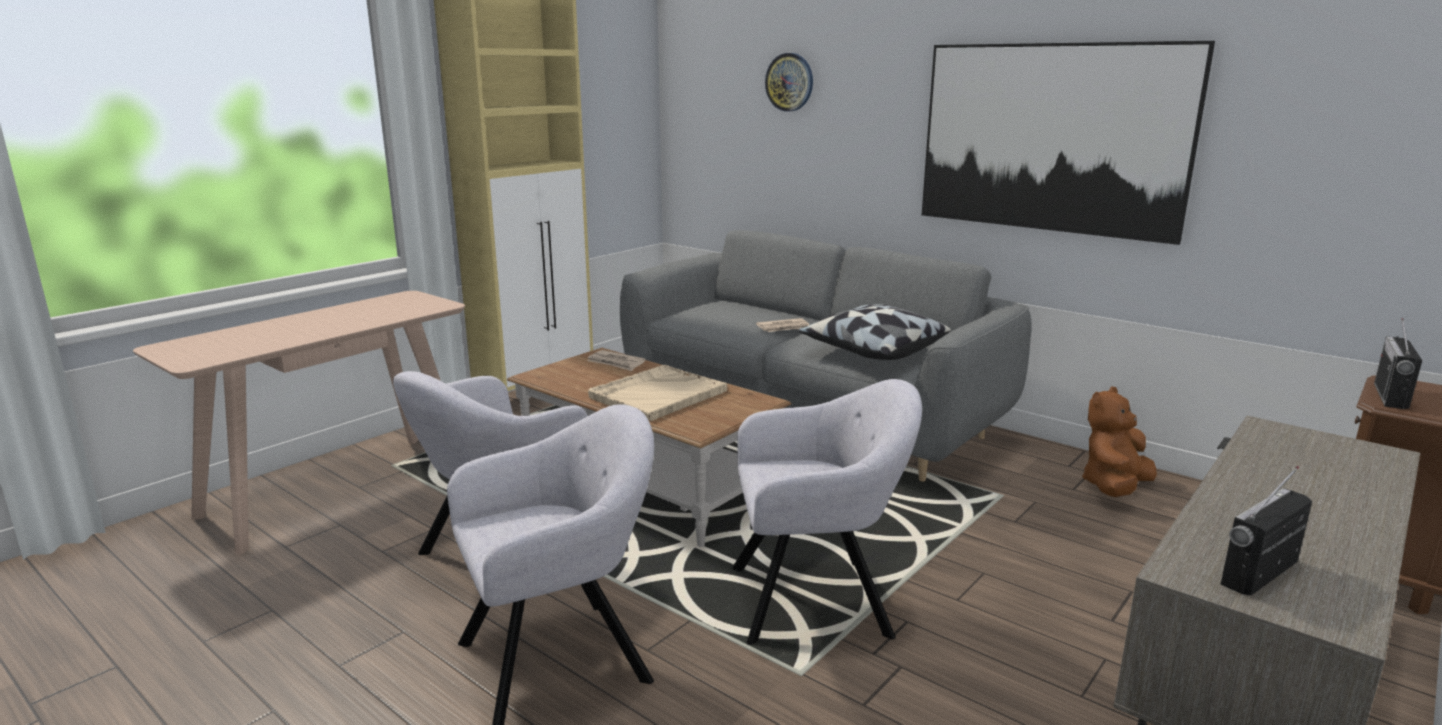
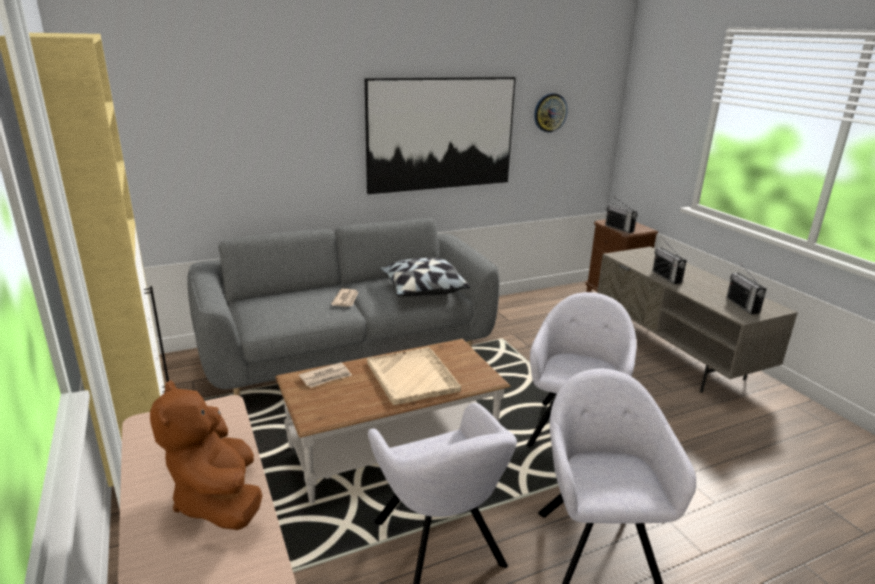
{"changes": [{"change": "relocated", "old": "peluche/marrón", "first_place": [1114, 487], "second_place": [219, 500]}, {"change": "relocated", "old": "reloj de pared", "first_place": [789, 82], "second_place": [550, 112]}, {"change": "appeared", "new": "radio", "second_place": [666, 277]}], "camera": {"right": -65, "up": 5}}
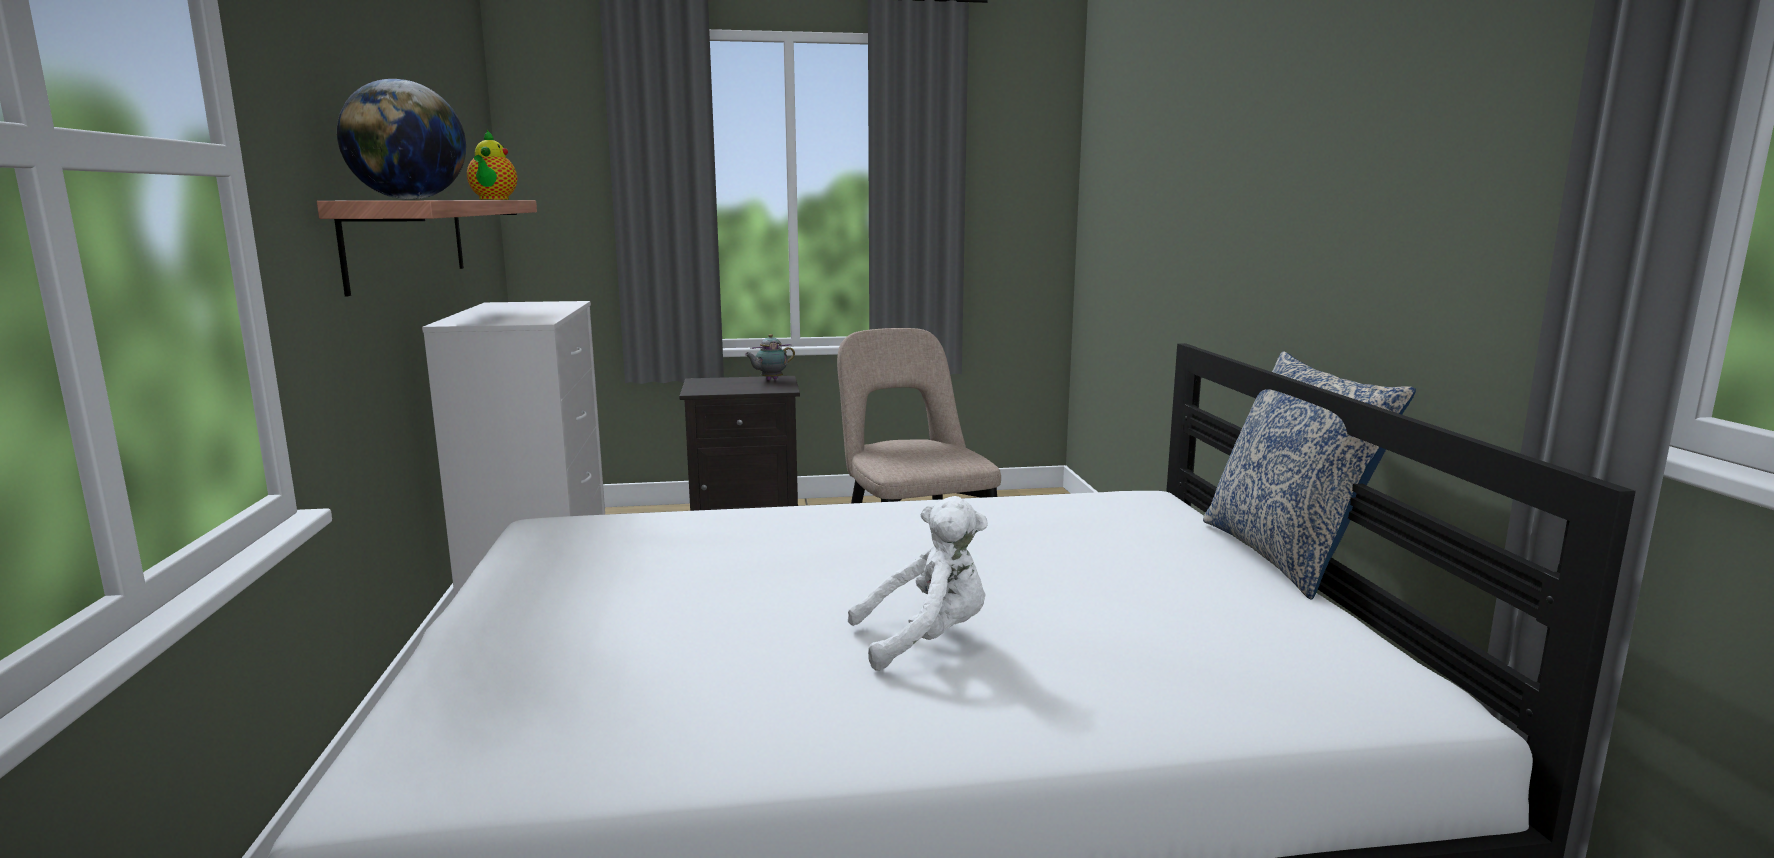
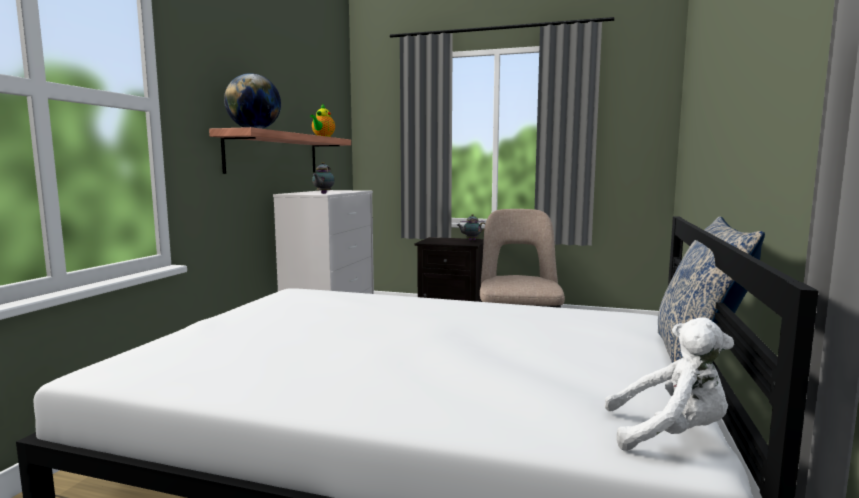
{"changes": [{"change": "appeared", "new": "tetera", "second_place": [323, 193]}, {"change": "relocated", "old": "peluche/blanco", "first_place": [926, 640], "second_place": [670, 434]}], "camera": {"right": 25, "up": -5}}
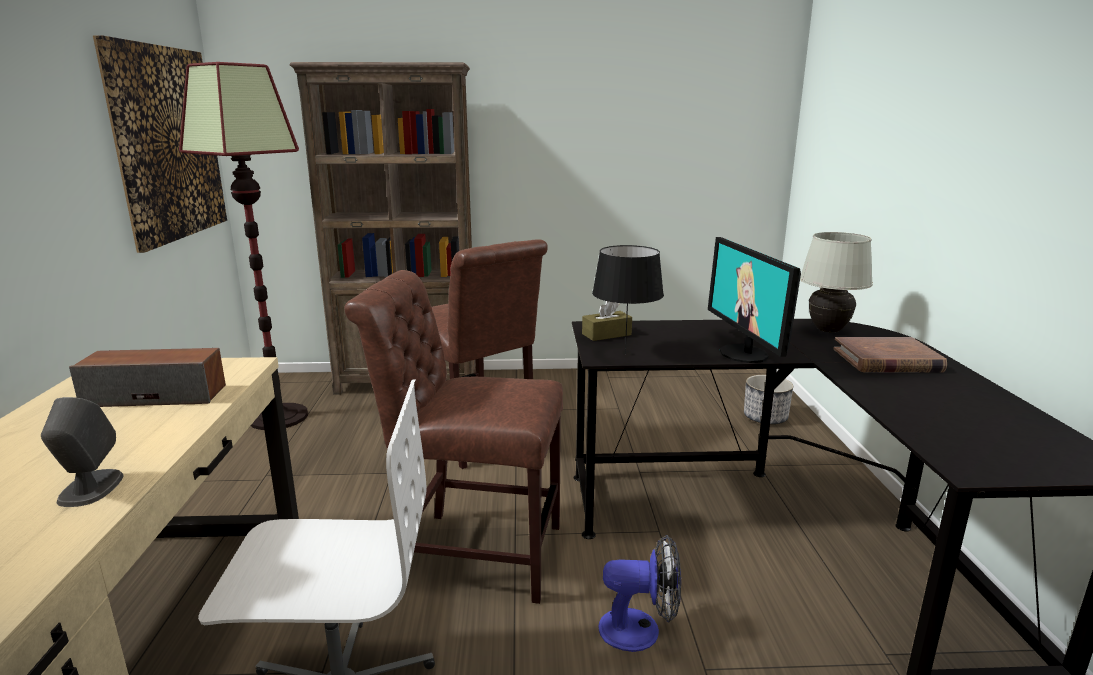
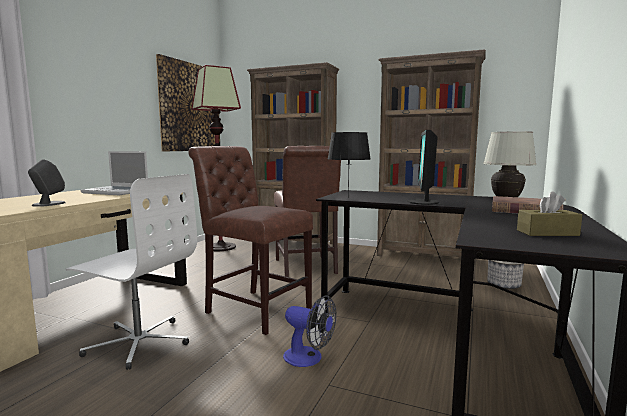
{"changes": [{"change": "exchanged", "old": "altavoz", "new": "portátil", "first_place": [156, 395], "second_place": [117, 192]}, {"change": "appeared", "new": "estantería/marrón", "second_place": [423, 256]}, {"change": "relocated", "old": "caja de pañuelos/marrón", "first_place": [606, 334], "second_place": [547, 233]}], "camera": {"right": 25, "up": -10}}
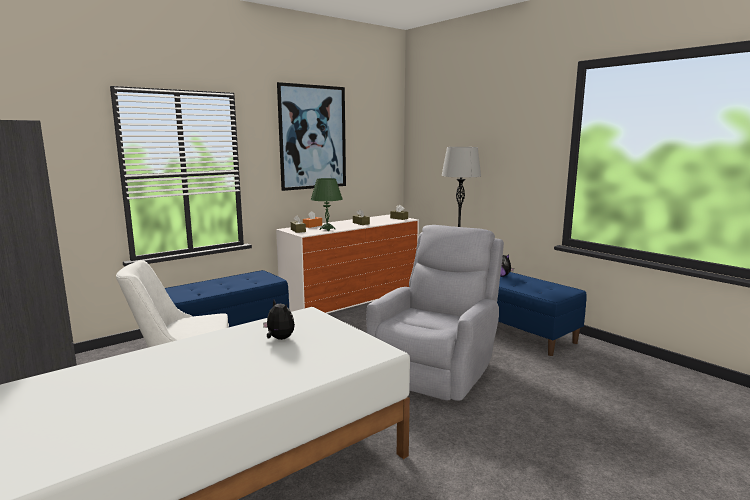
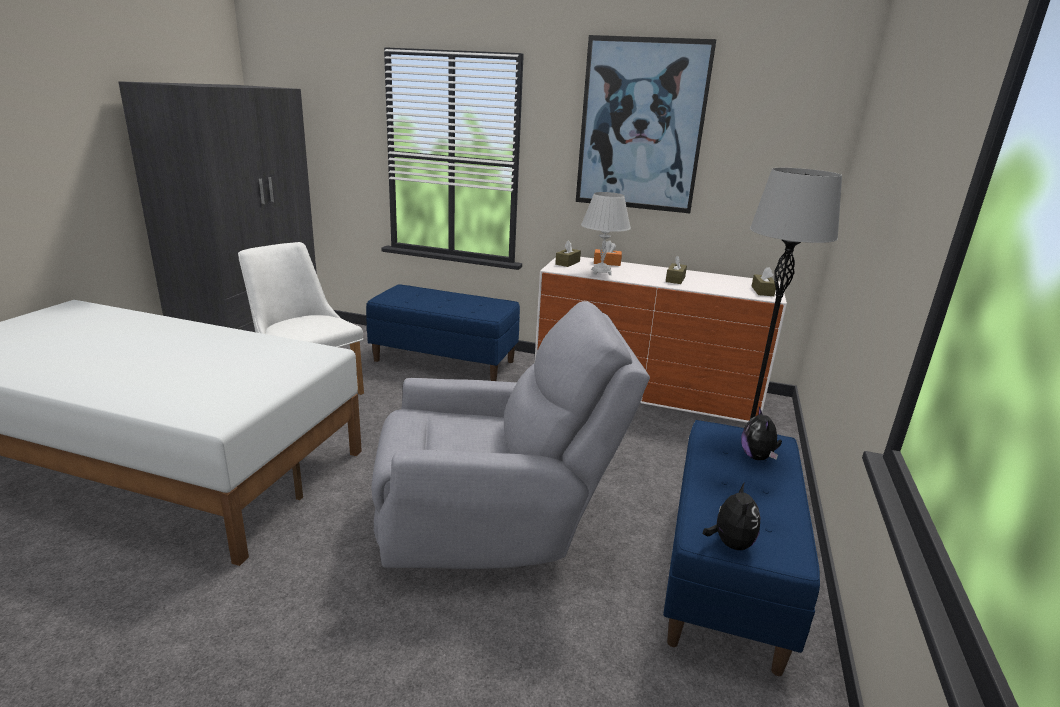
{"changes": [{"change": "colour", "old": "lámpara de mesa/verde", "new": "lámpara de mesa/blanco", "first_place": [327, 229], "second_place": [601, 272]}, {"change": "relocated", "old": "peluche", "first_place": [279, 339], "second_place": [730, 543]}], "camera": {"right": 55, "up": 10}}
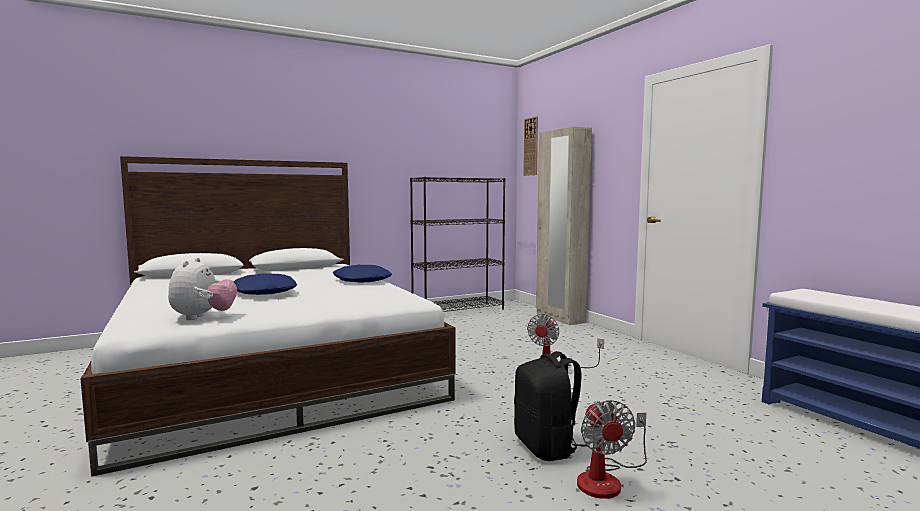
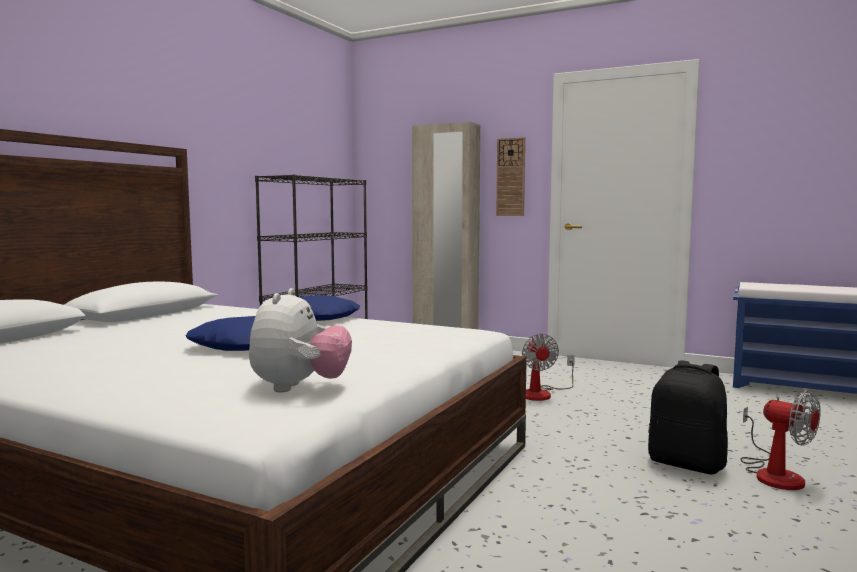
{"changes": [{"change": "spun", "old": "peluche", "first_place": [203, 317], "second_place": [300, 387], "degrees": 45}, {"change": "relocated", "old": "reloj de pared", "first_place": [531, 146], "second_place": [510, 177]}], "camera": {"right": -35, "up": 0}}
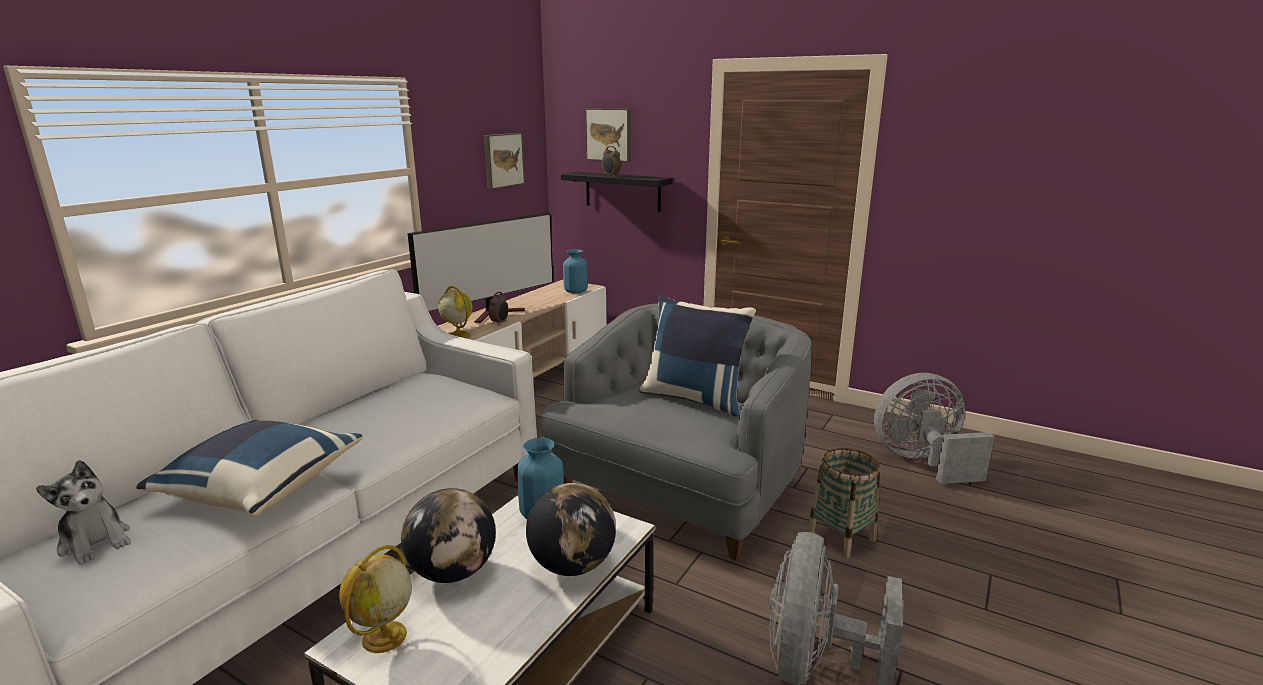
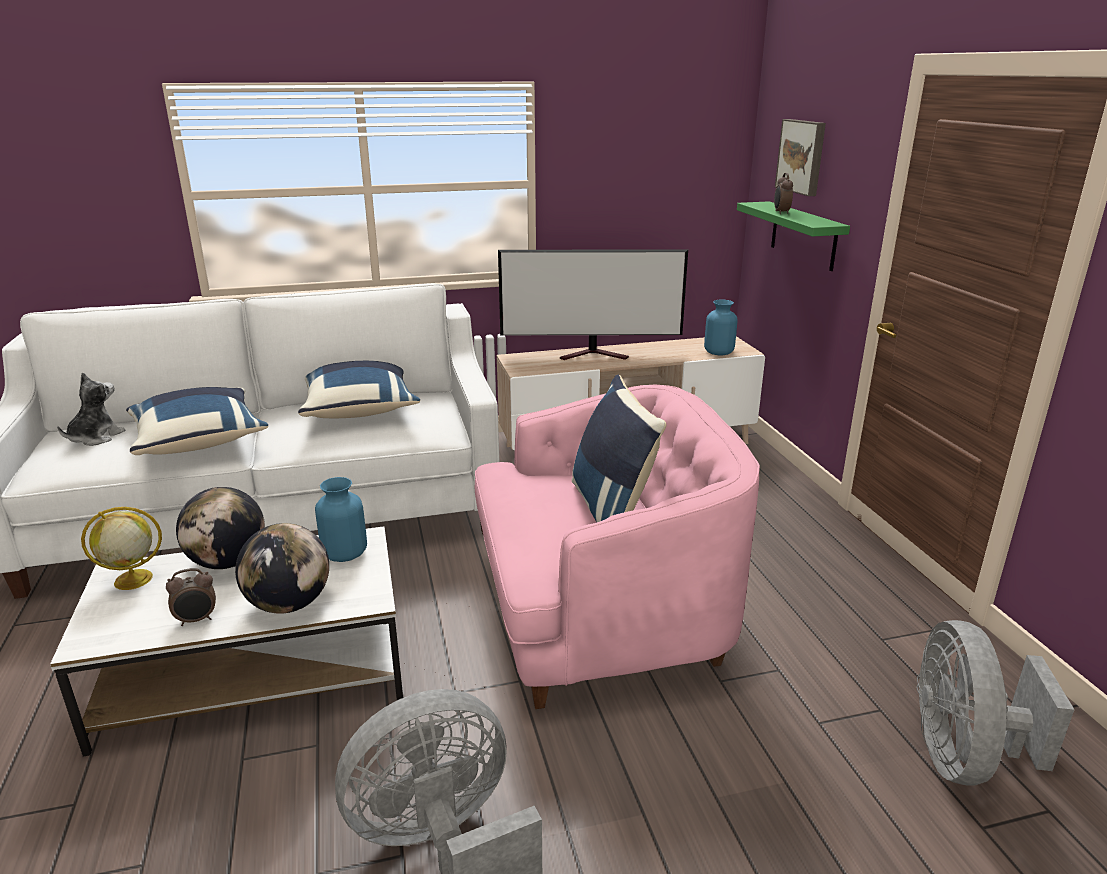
{"changes": [{"change": "spun", "old": "peluche", "first_place": [96, 542], "second_place": [95, 437], "degrees": -150}, {"change": "relocated", "old": "despertador", "first_place": [500, 323], "second_place": [197, 620]}, {"change": "appeared", "new": "cojín/azul", "second_place": [359, 409]}, {"change": "colour", "old": "sillón/gris", "new": "sillón/rosa", "first_place": [679, 489], "second_place": [599, 612]}, {"change": "colour", "old": "estante/negro", "new": "estante/verde", "first_place": [622, 191], "second_place": [803, 235]}, {"change": "spun", "old": "ventilador/gris", "first_place": [922, 461], "second_place": [962, 756], "degrees": -120}, {"change": "missing", "old": "globo terráqueo", "first_place": [457, 335]}, {"change": "missing", "old": "cuadro", "first_place": [502, 160]}, {"change": "missing", "old": "cesta", "first_place": [841, 537]}], "camera": {"right": 45, "up": 5}}
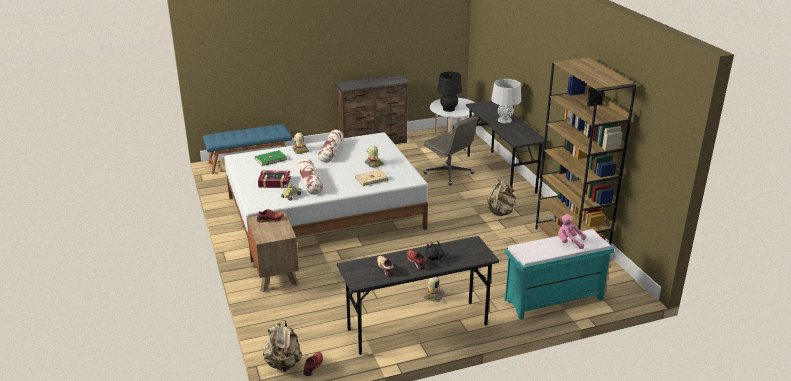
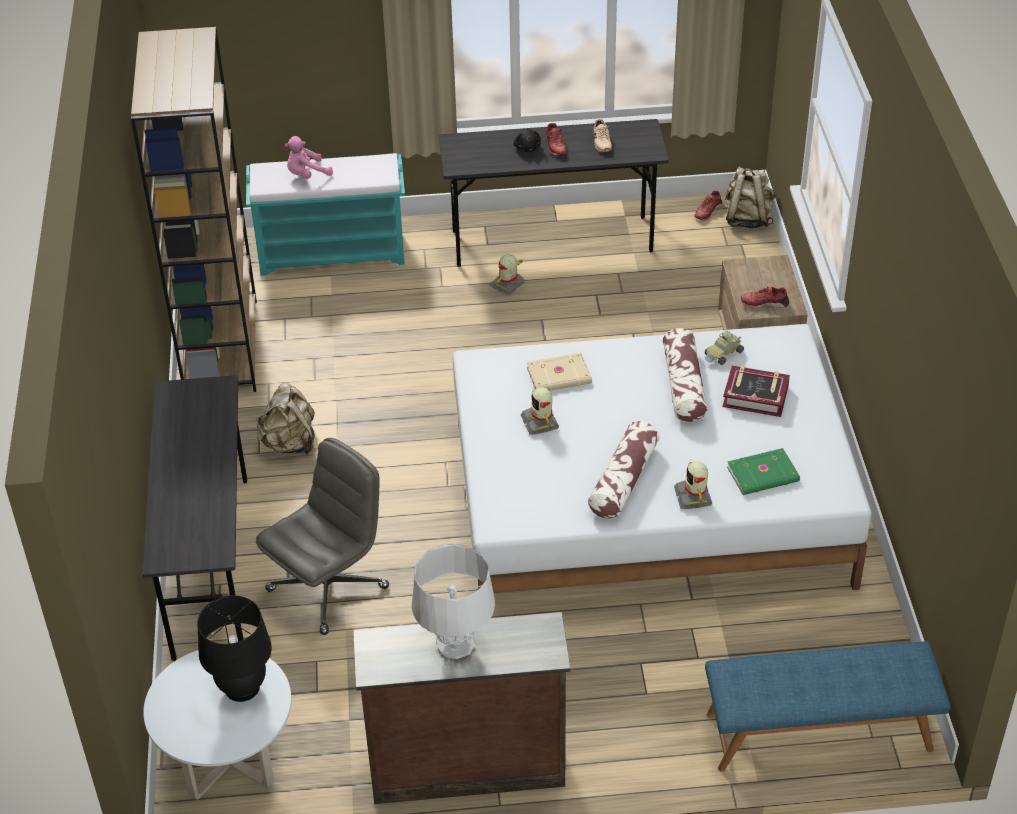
{"changes": [{"change": "spun", "old": "silla de oficina/gris", "first_place": [449, 174], "second_place": [328, 587], "degrees": 75}, {"change": "spun", "old": "peluche/rosa", "first_place": [569, 242], "second_place": [307, 175], "degrees": 120}, {"change": "relocated", "old": "lámpara de mesa/gris", "first_place": [504, 120], "second_place": [455, 643]}], "camera": {"right": -165, "up": 15}}
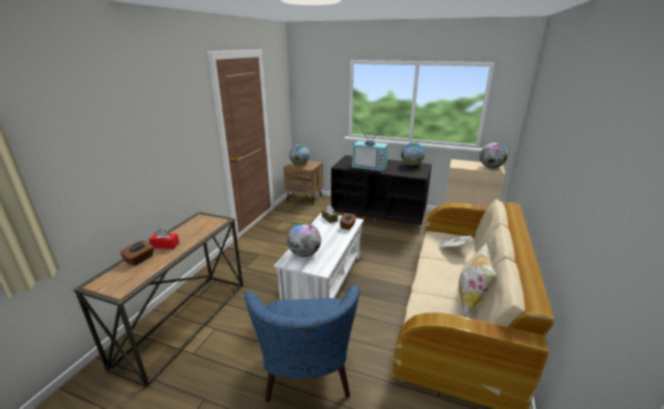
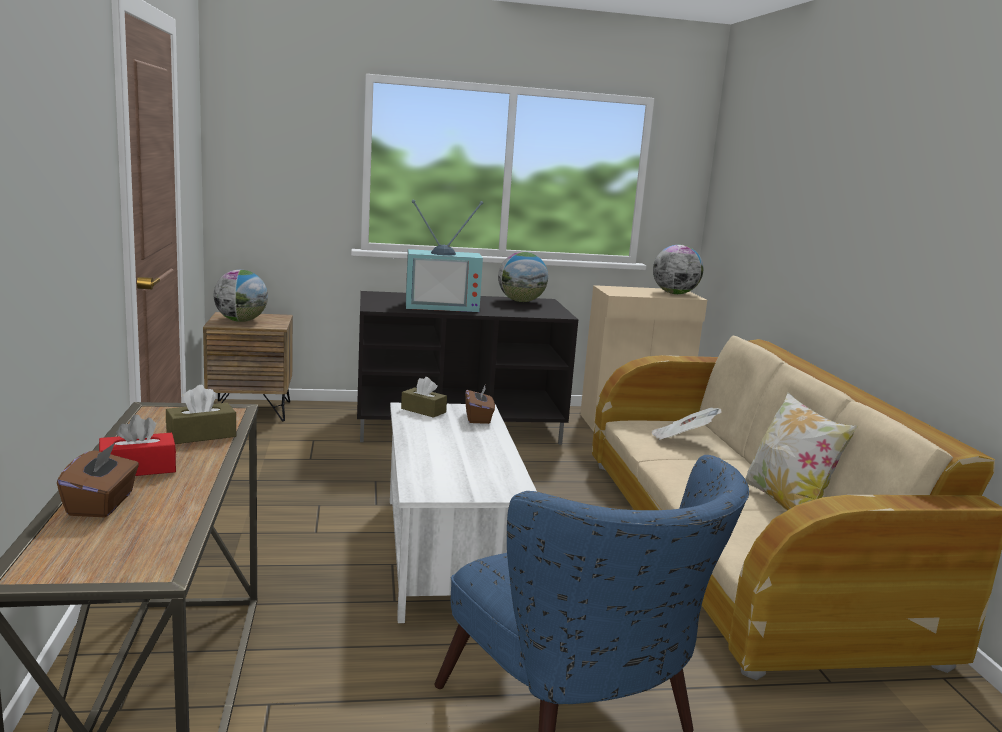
{"changes": [{"change": "appeared", "new": "caja de pañuelos/marrón", "second_place": [201, 435]}, {"change": "missing", "old": "globo terráqueo", "first_place": [304, 254]}], "camera": {"right": -30, "up": -10}}
